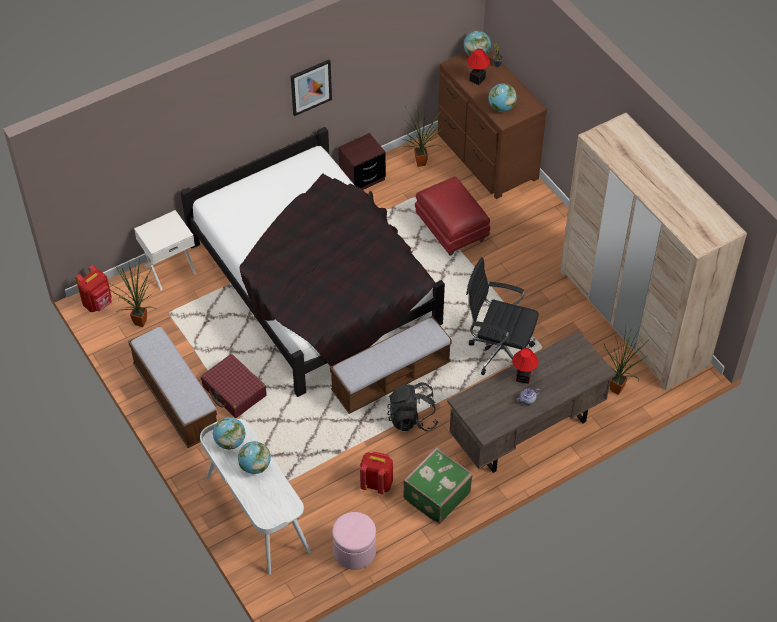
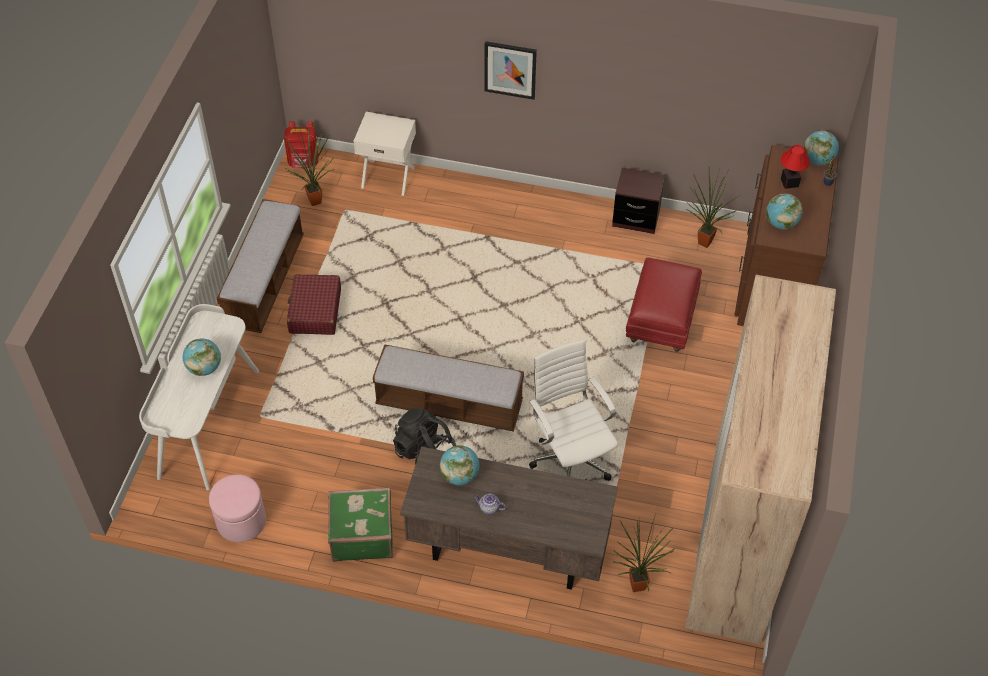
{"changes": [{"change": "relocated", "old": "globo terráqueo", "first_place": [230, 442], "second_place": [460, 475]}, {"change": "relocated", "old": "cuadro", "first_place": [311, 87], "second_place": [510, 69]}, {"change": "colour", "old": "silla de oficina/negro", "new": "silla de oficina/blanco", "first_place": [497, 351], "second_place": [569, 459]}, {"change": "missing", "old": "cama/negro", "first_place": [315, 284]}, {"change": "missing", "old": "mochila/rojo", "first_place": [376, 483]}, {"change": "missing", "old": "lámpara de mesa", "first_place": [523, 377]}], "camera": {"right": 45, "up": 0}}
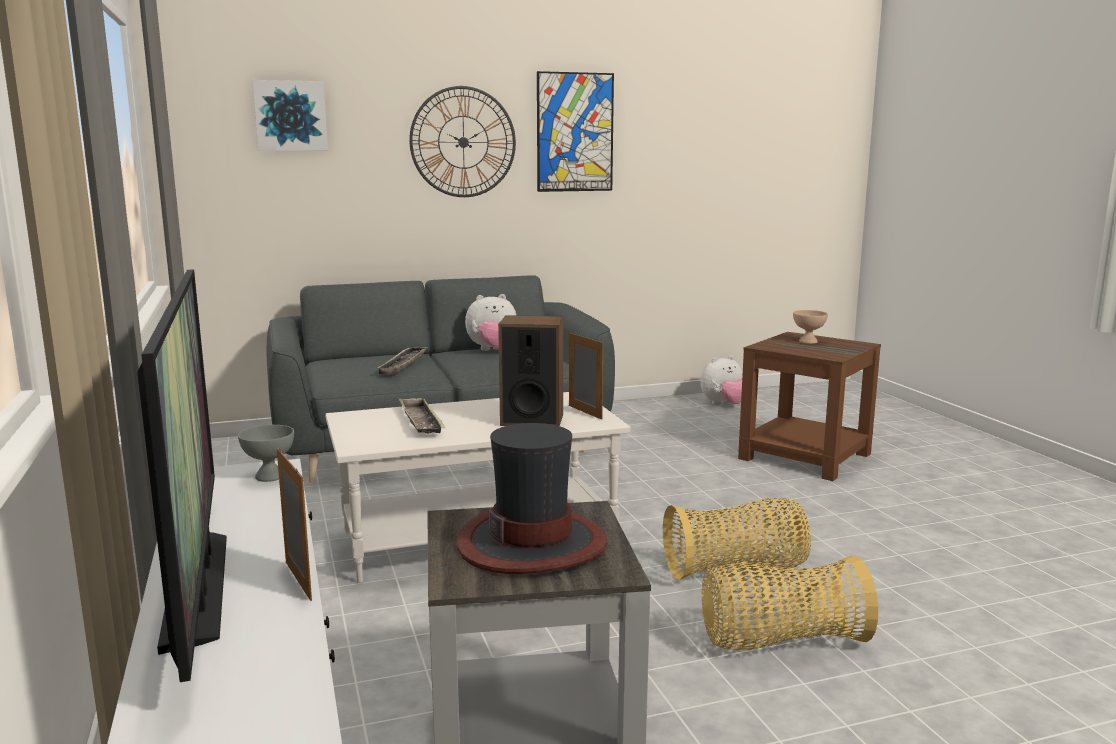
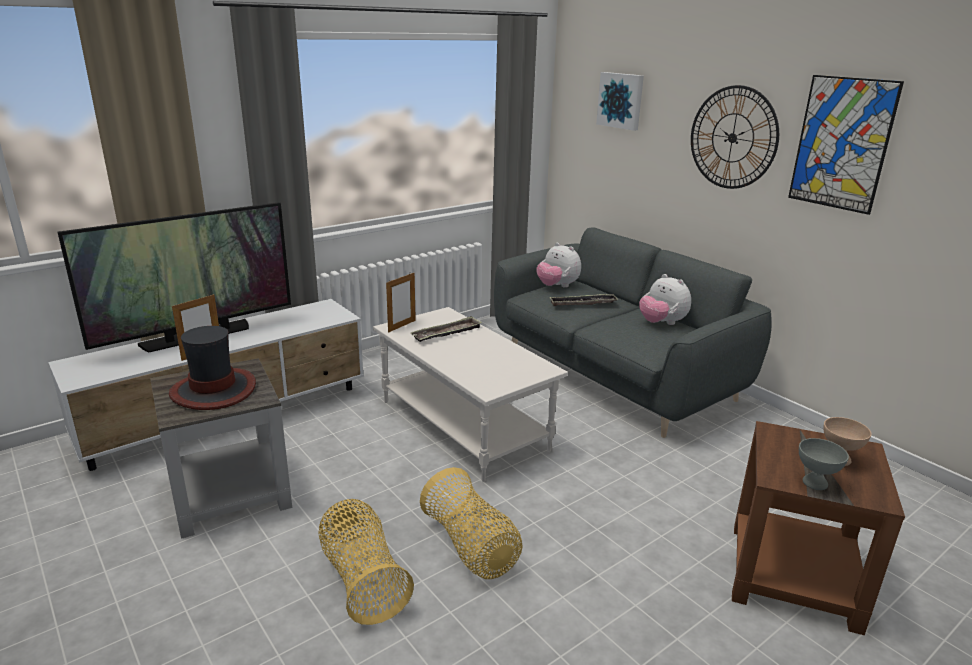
{"changes": [{"change": "relocated", "old": "portarretratos", "first_place": [585, 412], "second_place": [402, 326]}, {"change": "relocated", "old": "peluche", "first_place": [724, 405], "second_place": [557, 286]}, {"change": "relocated", "old": "cuenco/gris", "first_place": [270, 476], "second_place": [815, 483]}, {"change": "missing", "old": "altavoz", "first_place": [532, 419]}], "camera": {"right": 70, "up": 10}}
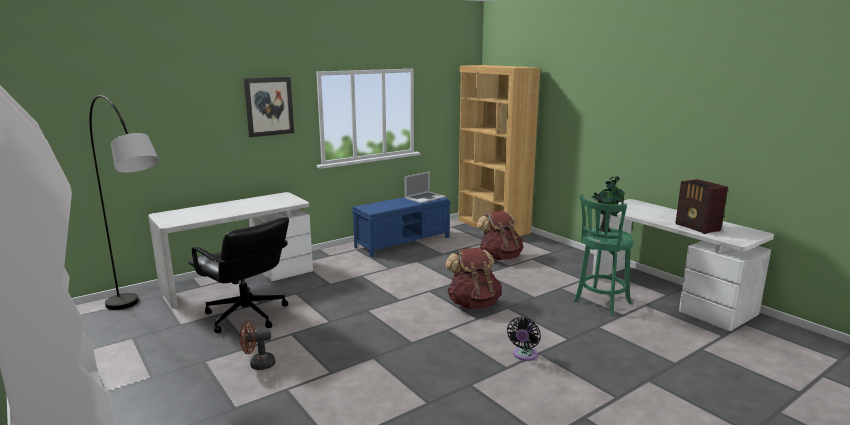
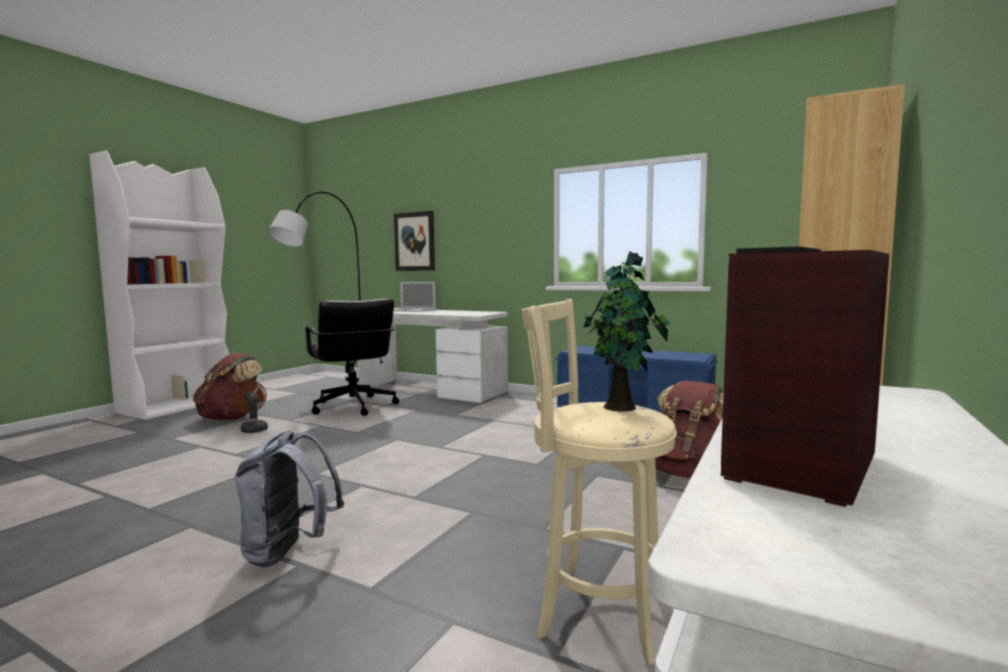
{"changes": [{"change": "relocated", "old": "mochila/marrón", "first_place": [473, 304], "second_place": [230, 418]}, {"change": "exchanged", "old": "ventilador/negro", "new": "mochila/gris", "first_place": [524, 355], "second_place": [288, 552]}, {"change": "spun", "old": "silla de oficina/negro", "first_place": [246, 316], "second_place": [353, 407], "degrees": -45}, {"change": "relocated", "old": "cuadro", "first_place": [269, 106], "second_place": [414, 241]}, {"change": "relocated", "old": "portátil", "first_place": [424, 197], "second_place": [411, 310]}, {"change": "colour", "old": "taburete/verde", "new": "taburete/beis", "first_place": [600, 303], "second_place": [595, 610]}], "camera": {"right": 65, "up": -10}}
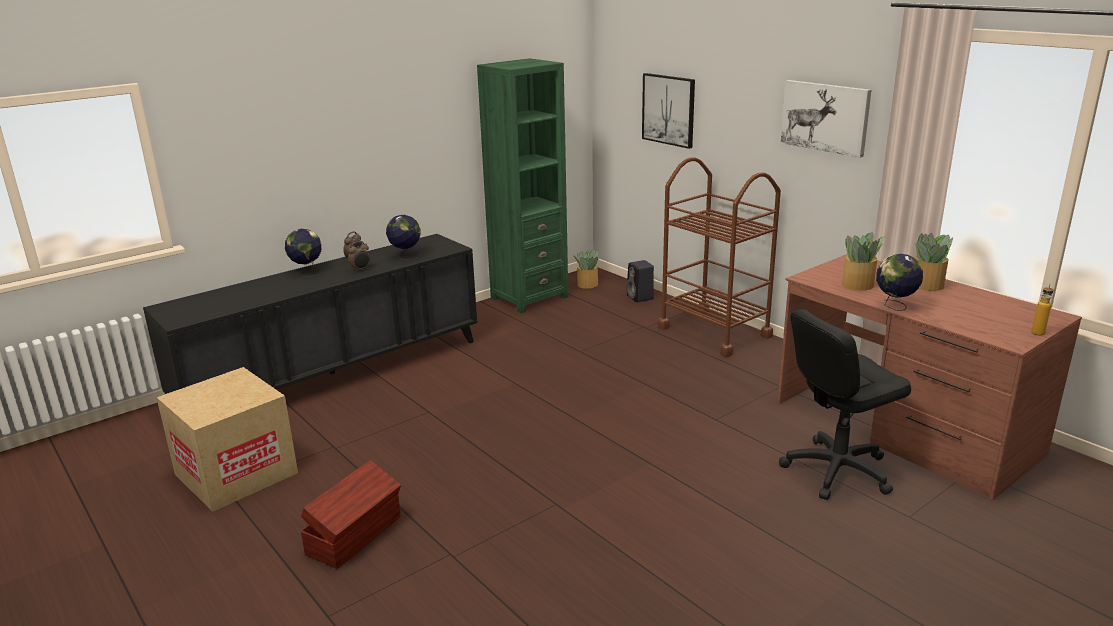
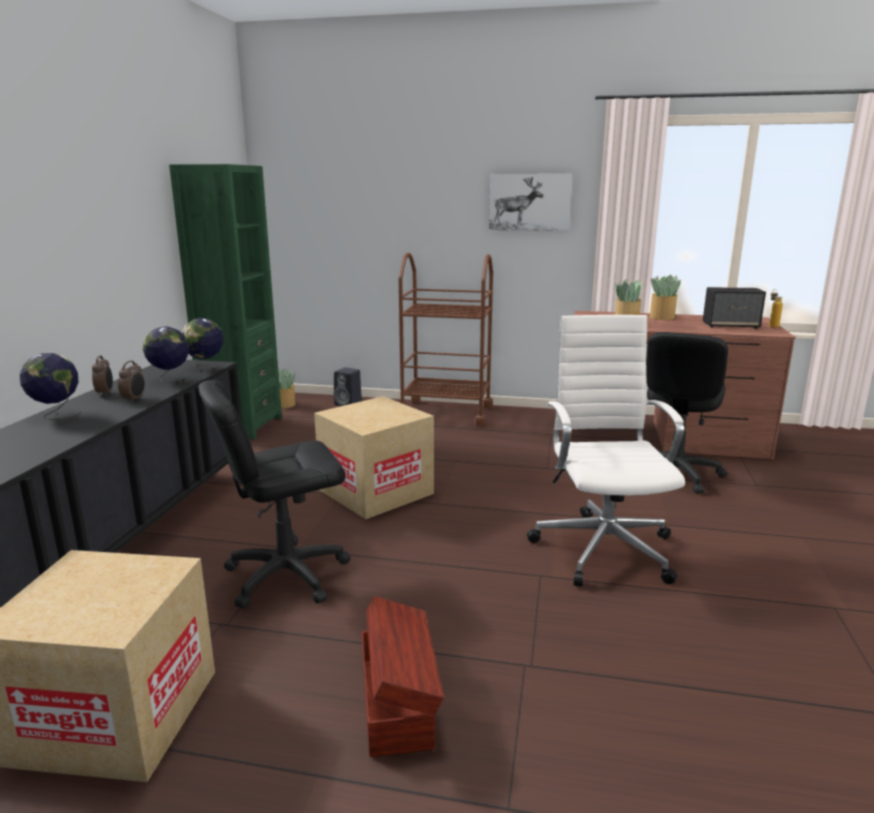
{"changes": [{"change": "relocated", "old": "globo terráqueo", "first_place": [894, 307], "second_place": [205, 369]}, {"change": "appeared", "new": "silla de oficina/negro", "second_place": [286, 575]}, {"change": "appeared", "new": "caja de cartón", "second_place": [376, 491]}, {"change": "appeared", "new": "silla de oficina/blanco", "second_place": [603, 547]}, {"change": "appeared", "new": "altavoz", "second_place": [731, 325]}, {"change": "missing", "old": "cuadro", "first_place": [669, 110]}], "camera": {"right": -40, "up": -5}}
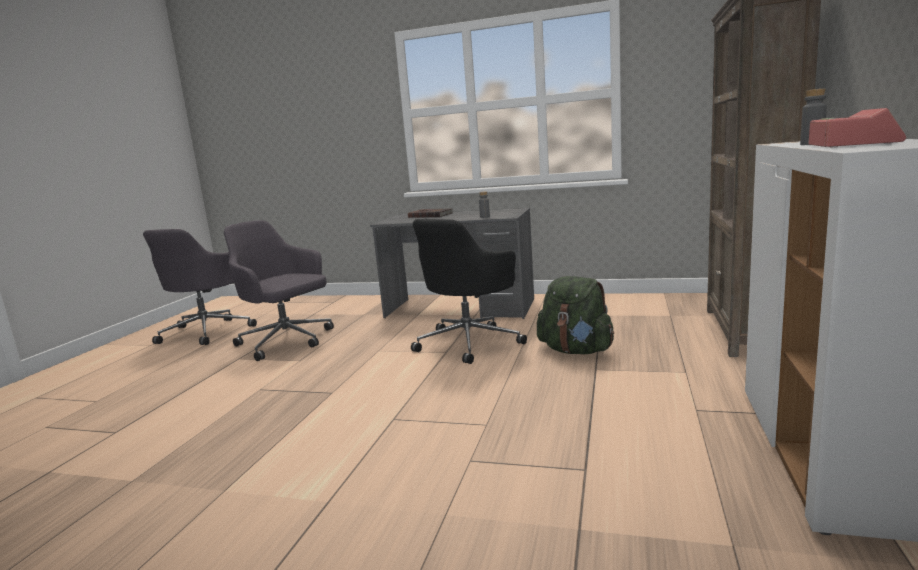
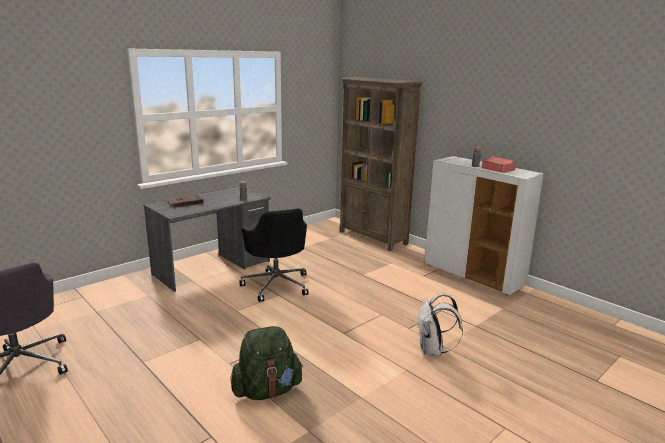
{"changes": [{"change": "relocated", "old": "mochila/verde", "first_place": [576, 350], "second_place": [267, 390]}, {"change": "appeared", "new": "mochila/blanco", "second_place": [432, 350]}, {"change": "missing", "old": "silla de oficina/gris", "first_place": [286, 341]}], "camera": {"right": -60, "up": 5}}
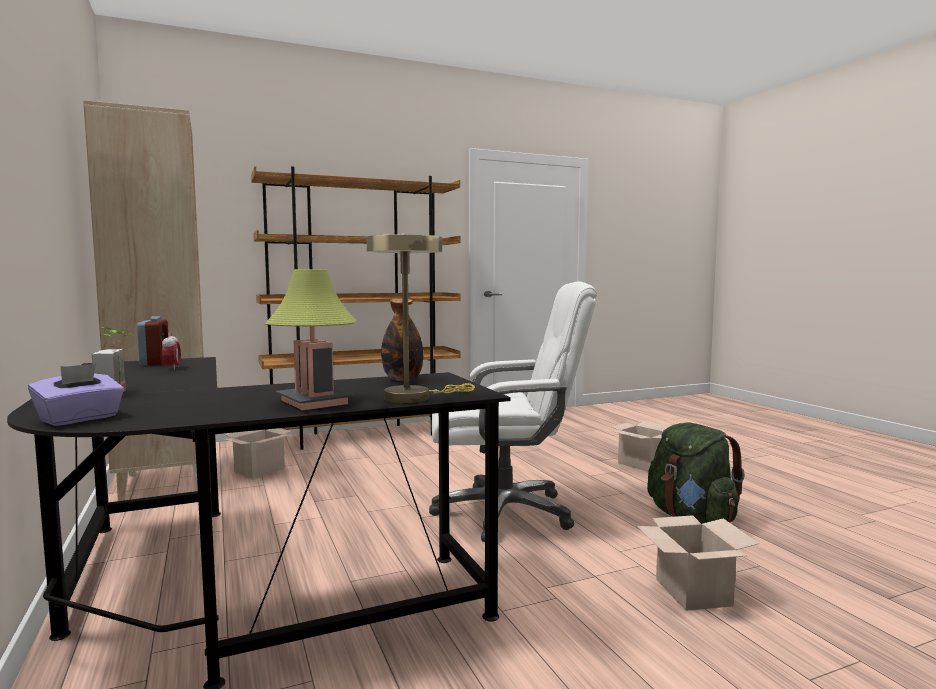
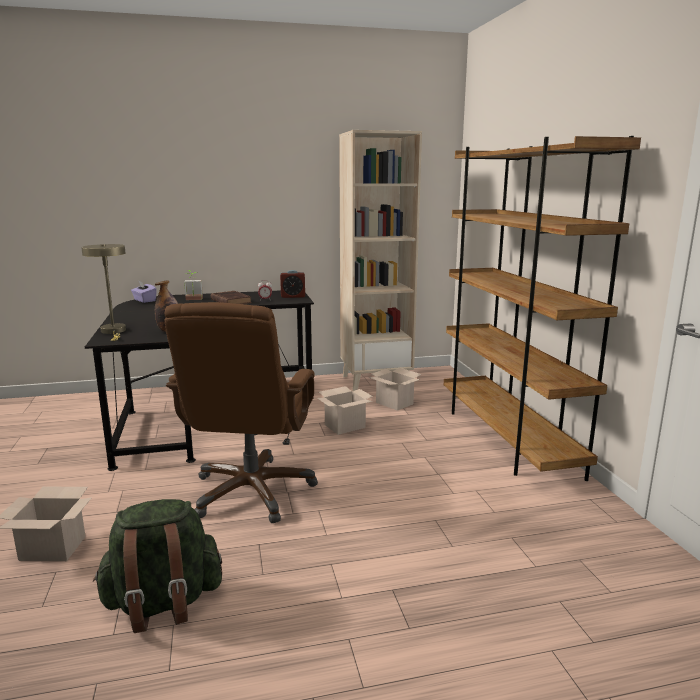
{"changes": [{"change": "colour", "old": "silla de oficina/blanco", "new": "silla de oficina/marrón", "first_place": [505, 512], "second_place": [252, 491]}, {"change": "appeared", "new": "libro/marrón", "second_place": [230, 301]}, {"change": "relocated", "old": "caja de cartón", "first_place": [640, 464], "second_place": [345, 426]}, {"change": "missing", "old": "lámpara de mesa", "first_place": [314, 402]}], "camera": {"right": 100, "up": 10}}
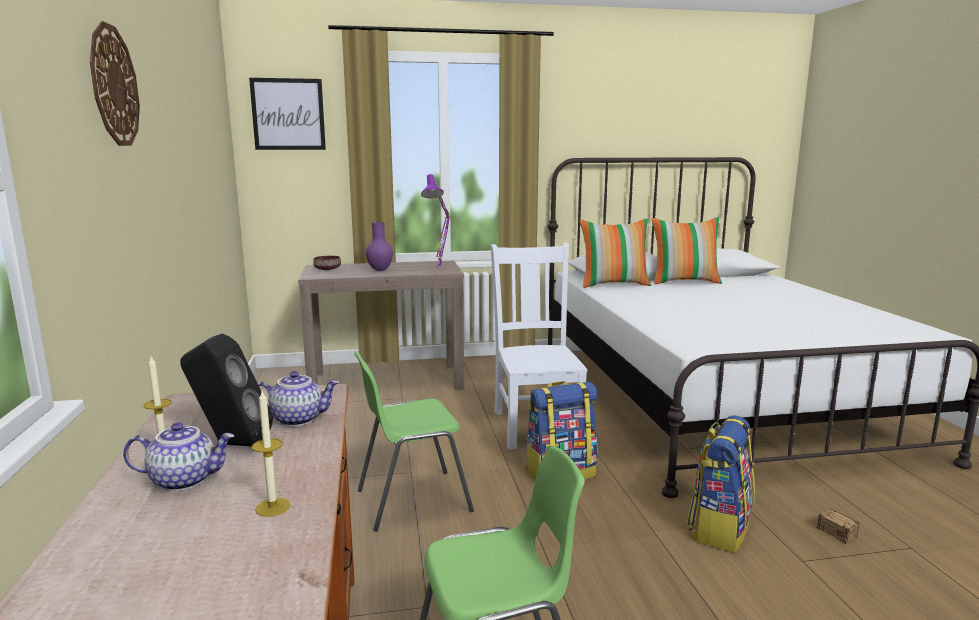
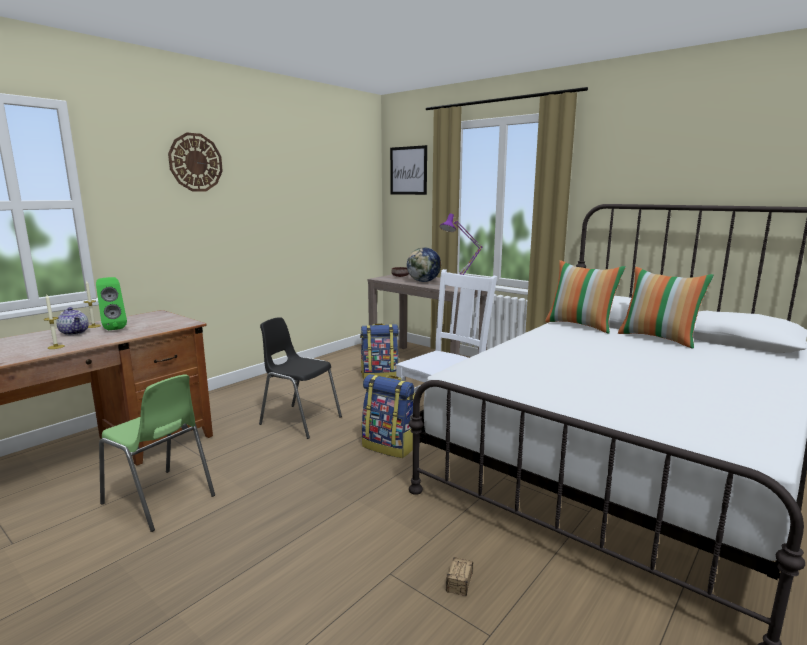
{"changes": [{"change": "colour", "old": "altavoz/negro", "new": "altavoz/verde", "first_place": [230, 444], "second_place": [114, 328]}, {"change": "colour", "old": "silla/verde", "new": "silla/negro", "first_place": [412, 500], "second_place": [300, 420]}, {"change": "relocated", "old": "mochila", "first_place": [719, 528], "second_place": [380, 375]}, {"change": "exchanged", "old": "florero/morado", "new": "globo terráqueo", "first_place": [380, 270], "second_place": [423, 281]}, {"change": "missing", "old": "tetera", "first_place": [298, 419]}], "camera": {"right": 50, "up": 0}}
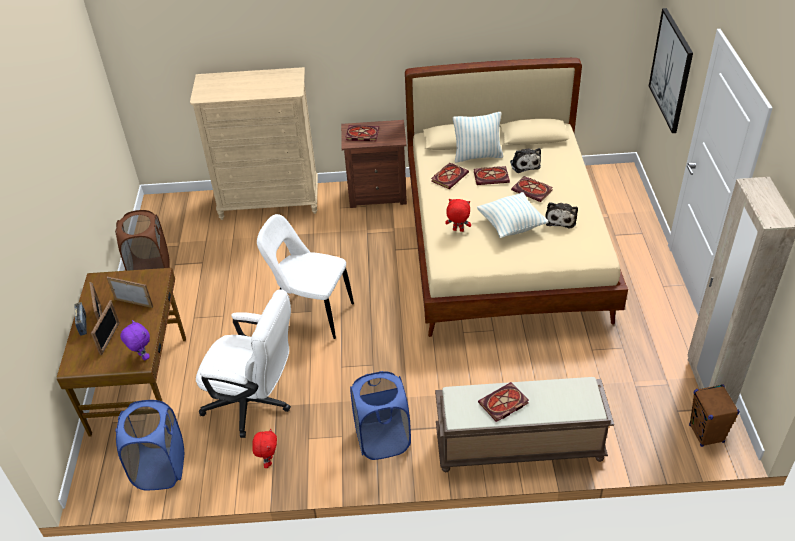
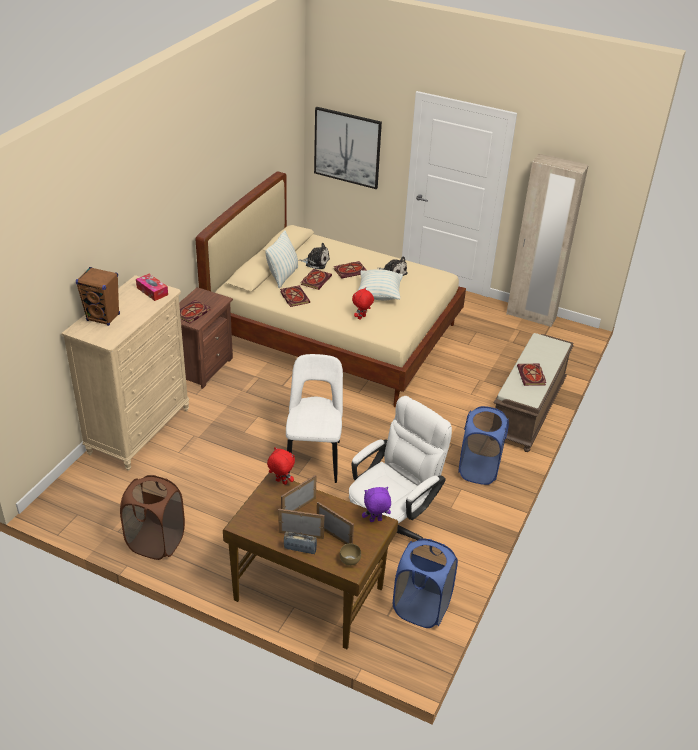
{"changes": [{"change": "relocated", "old": "altavoz/marrón", "first_place": [706, 434], "second_place": [103, 317]}, {"change": "appeared", "new": "caja de pañuelos", "second_place": [152, 291]}, {"change": "relocated", "old": "peluche/rojo", "first_place": [268, 461], "second_place": [281, 482]}, {"change": "spun", "old": "silla/blanco", "first_place": [311, 313], "second_place": [314, 458], "degrees": 135}, {"change": "appeared", "new": "cuenco/marrón", "second_place": [350, 561]}], "camera": {"right": -65, "up": -5}}
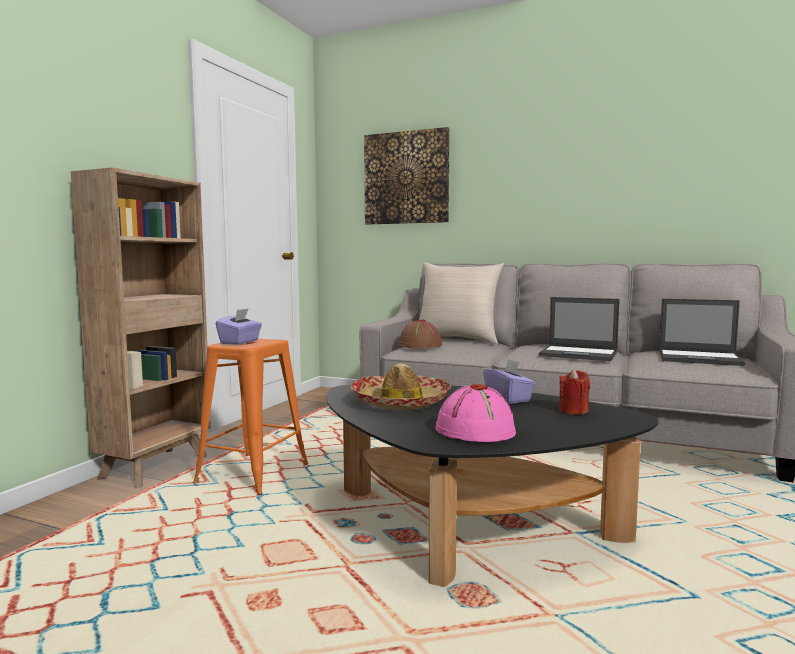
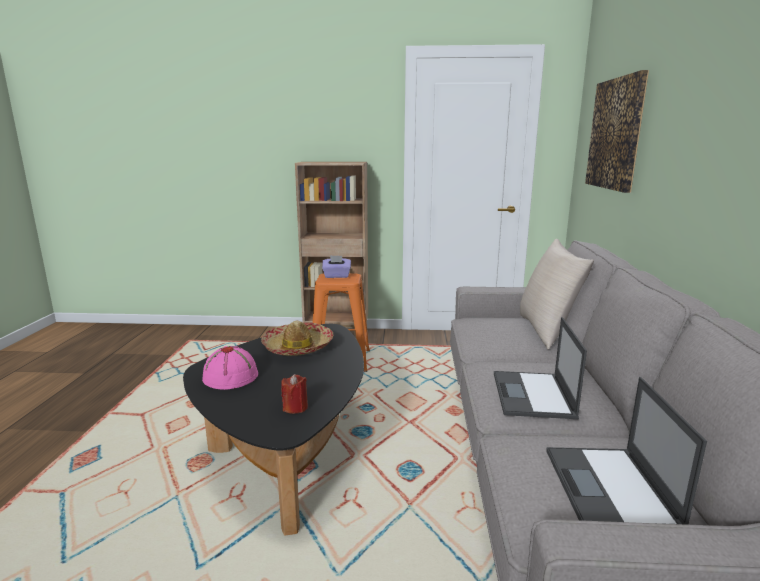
{"changes": [{"change": "missing", "old": "sombrero/marrón", "first_place": [420, 345]}, {"change": "missing", "old": "caja de pañuelos/morado", "first_place": [508, 398]}], "camera": {"right": 70, "up": 10}}
